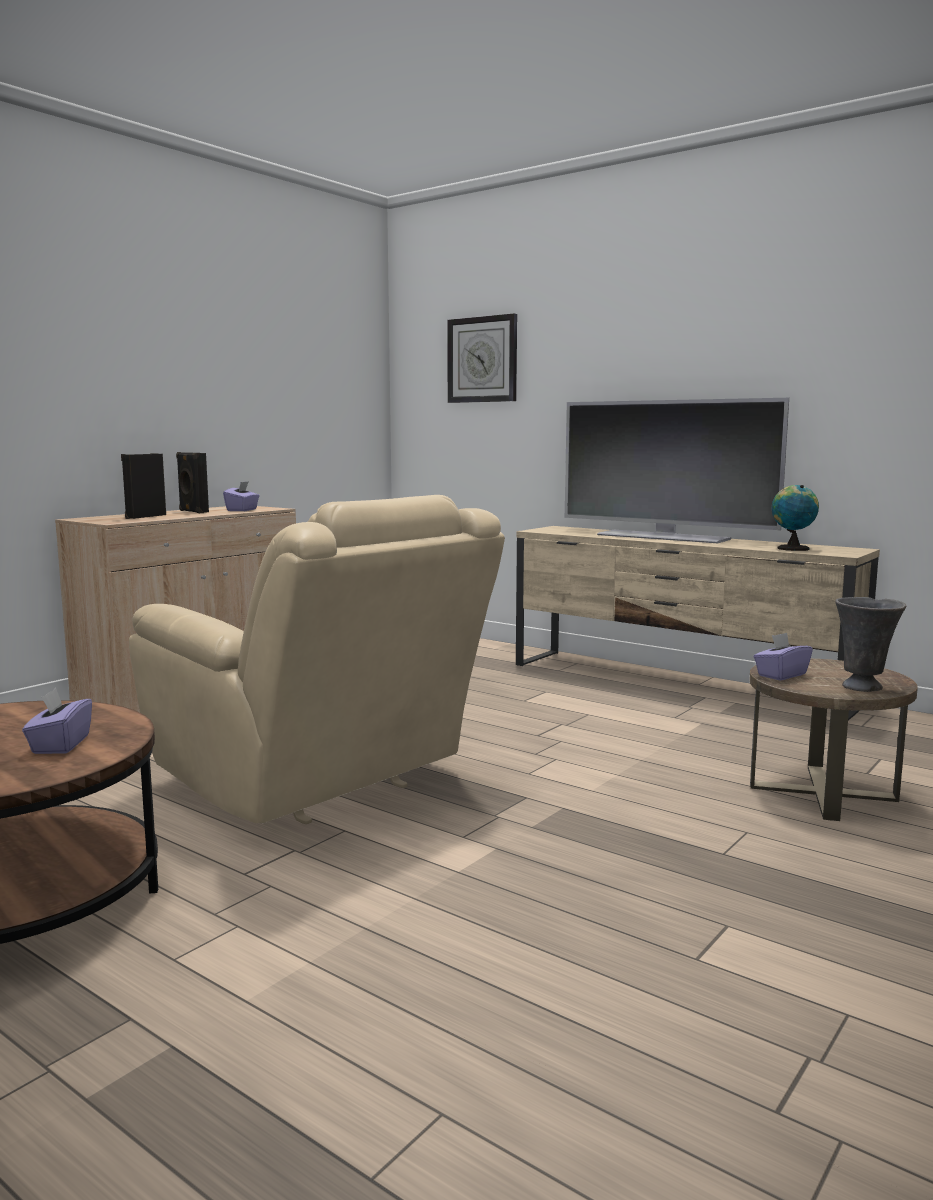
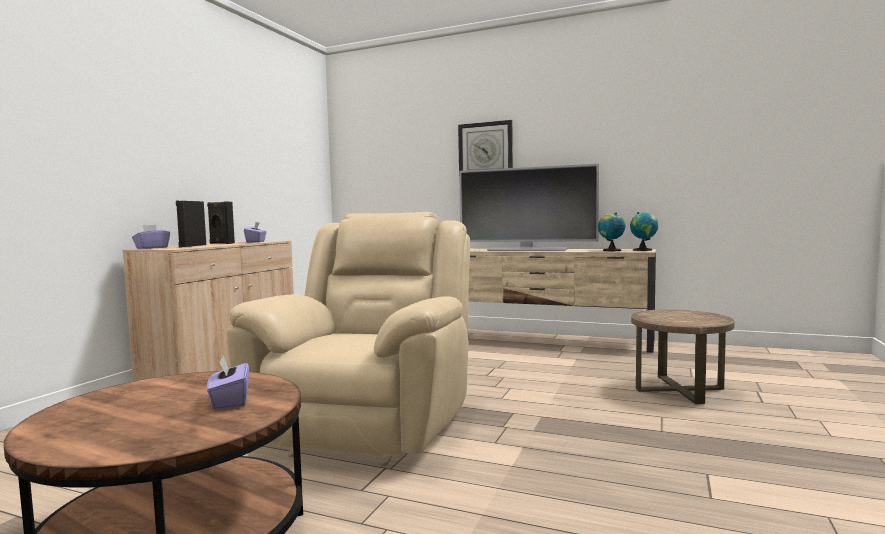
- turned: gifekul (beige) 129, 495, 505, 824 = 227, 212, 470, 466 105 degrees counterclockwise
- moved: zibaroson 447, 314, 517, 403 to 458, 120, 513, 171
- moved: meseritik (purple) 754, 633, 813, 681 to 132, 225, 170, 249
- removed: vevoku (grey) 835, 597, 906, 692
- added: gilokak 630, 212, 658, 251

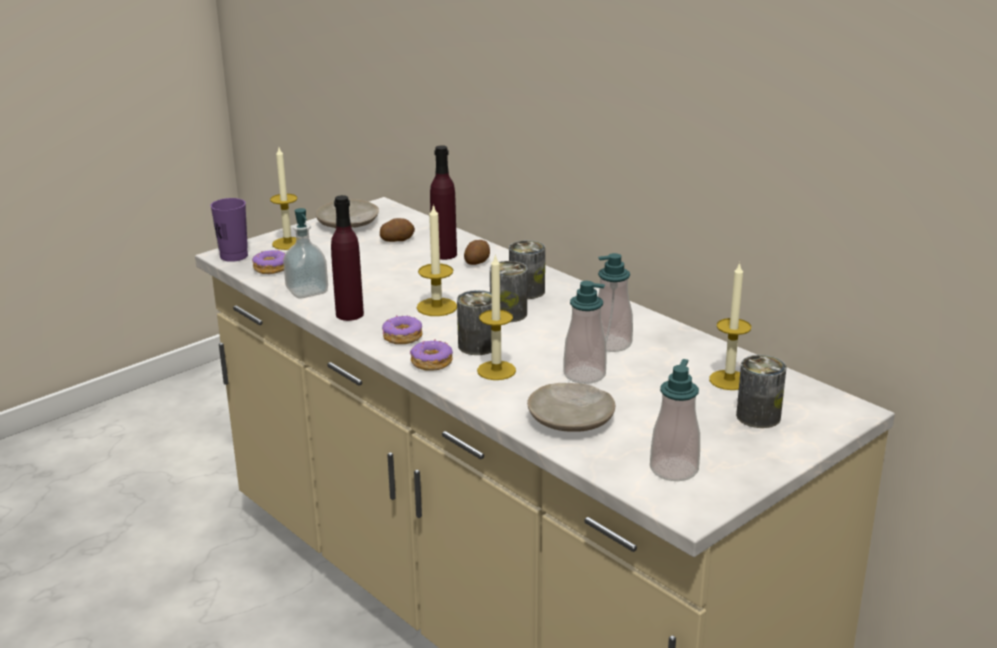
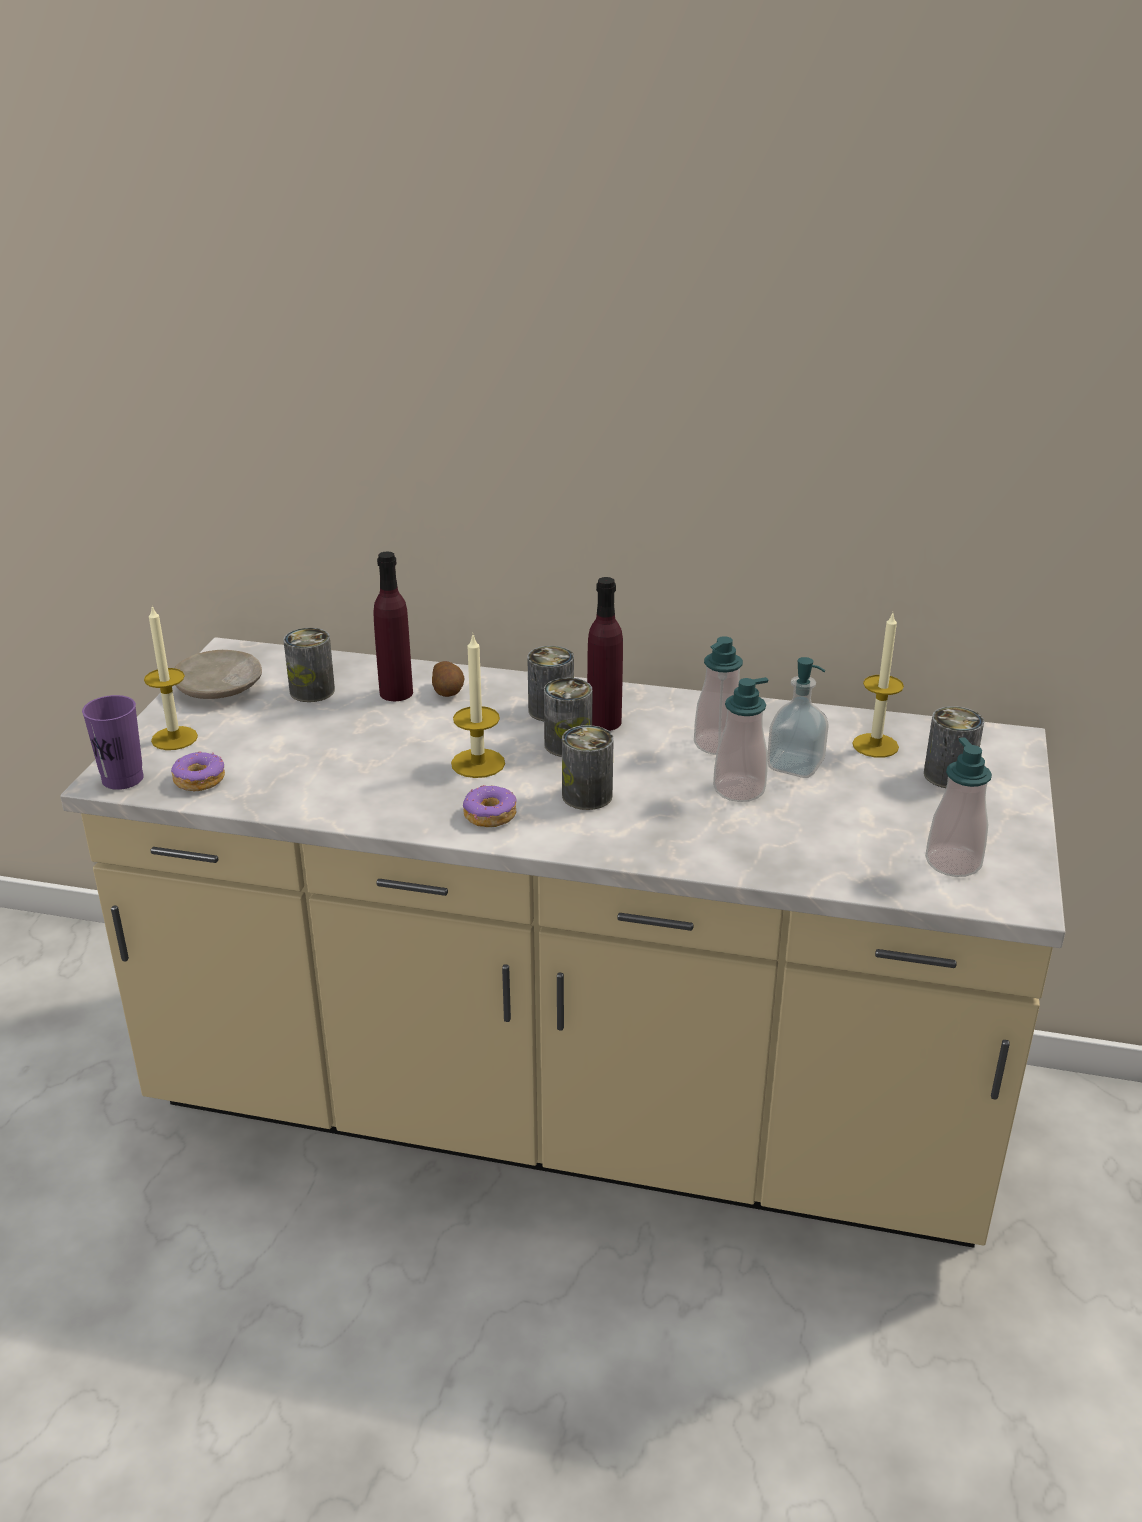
- moved: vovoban 283, 208, 328, 298 to 768, 657, 829, 778
- moved: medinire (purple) 331, 195, 364, 321 to 587, 577, 623, 731
- replaced: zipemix 380, 218, 415, 242 to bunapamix 284, 628, 335, 702
- removed: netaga 410, 339, 453, 371
- removed: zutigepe 477, 254, 516, 380
- removed: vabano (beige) 527, 383, 615, 432

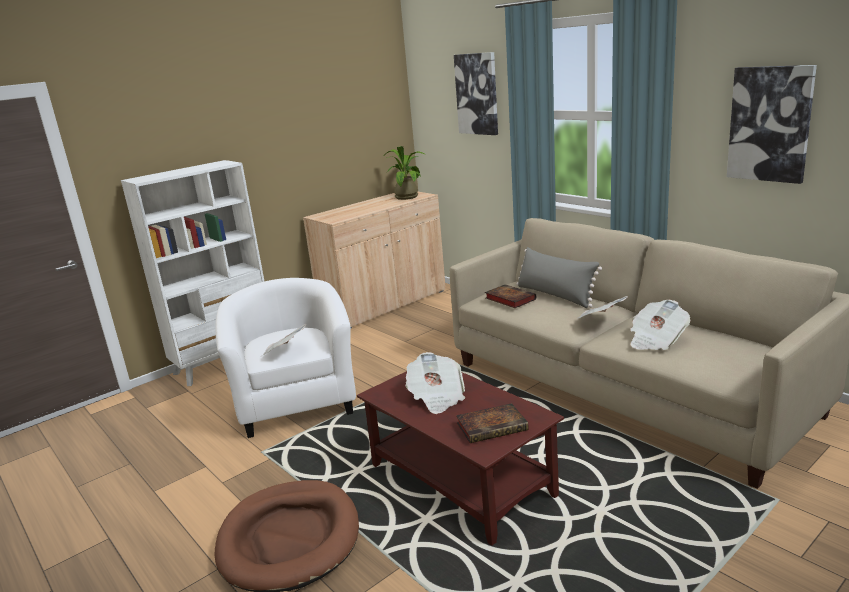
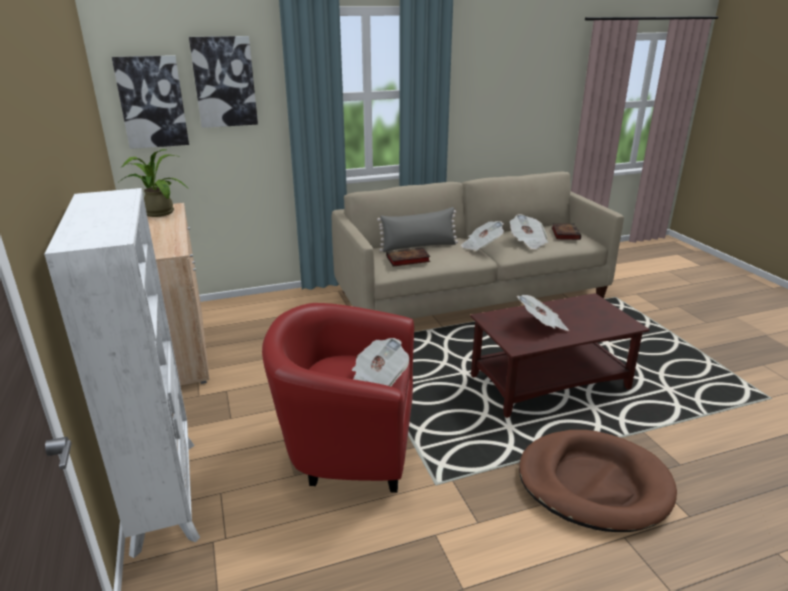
- recoloured: gifekul (white) 215, 278, 356, 438 to gifekul (red) 262, 303, 414, 493
- moved: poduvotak 456, 403, 529, 443 to 552, 223, 581, 240
- moved: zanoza 727, 65, 817, 184 to 112, 55, 189, 149

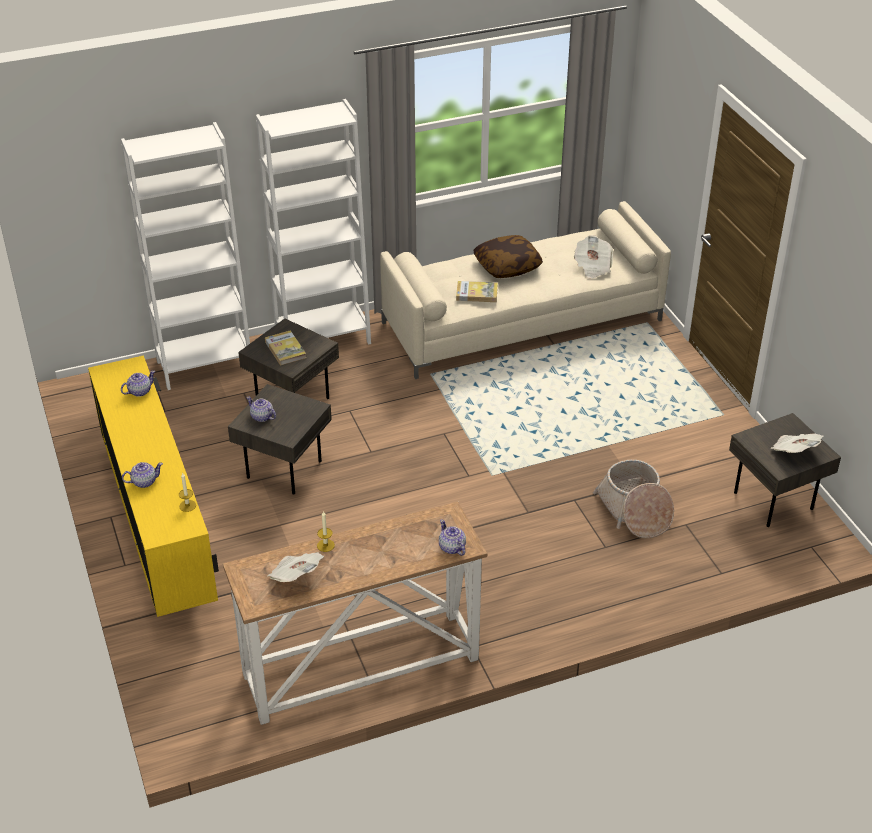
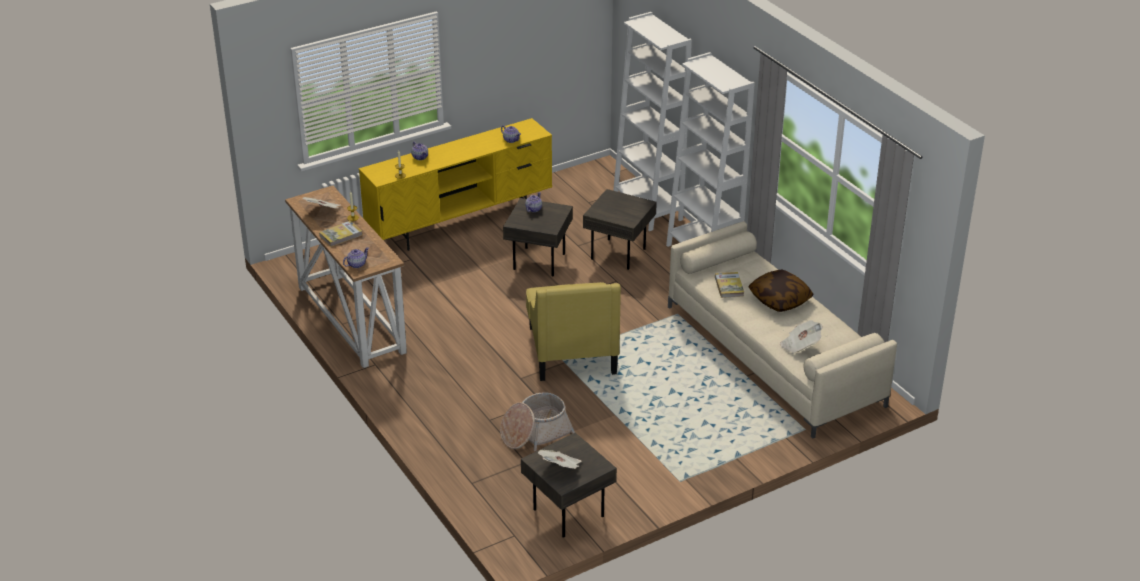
- moved: poduvotak 265, 330, 306, 365 to 319, 221, 362, 247
- added: gifekul (yellow) 526, 282, 621, 381

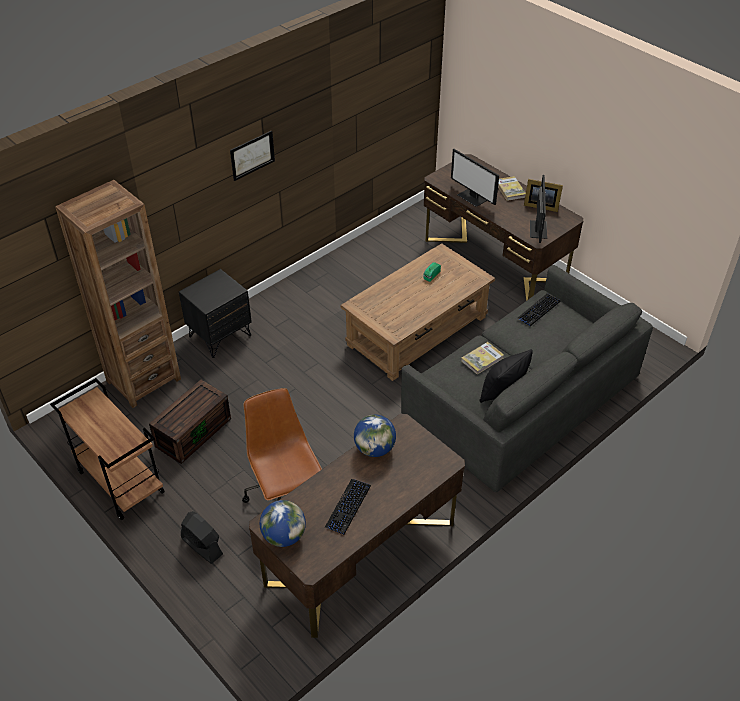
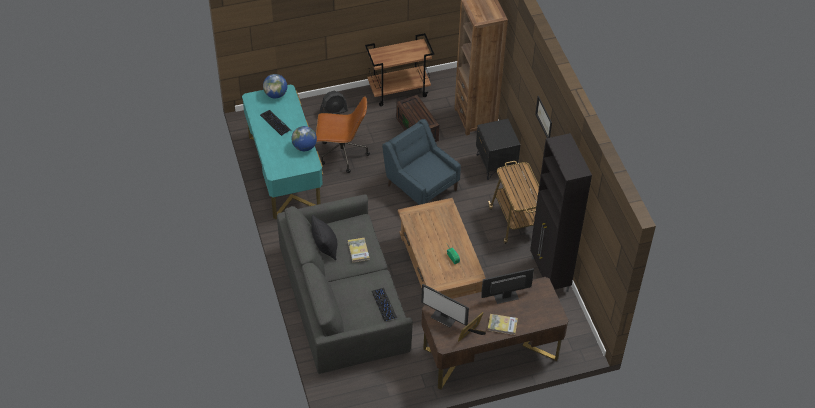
- recoloured: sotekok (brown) 249, 414, 465, 638 to sotekok (turquoise) 242, 84, 323, 219
- added: gifekul (blue) 382, 119, 461, 205
- added: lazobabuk 488, 161, 539, 244
- added: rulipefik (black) 530, 133, 592, 292

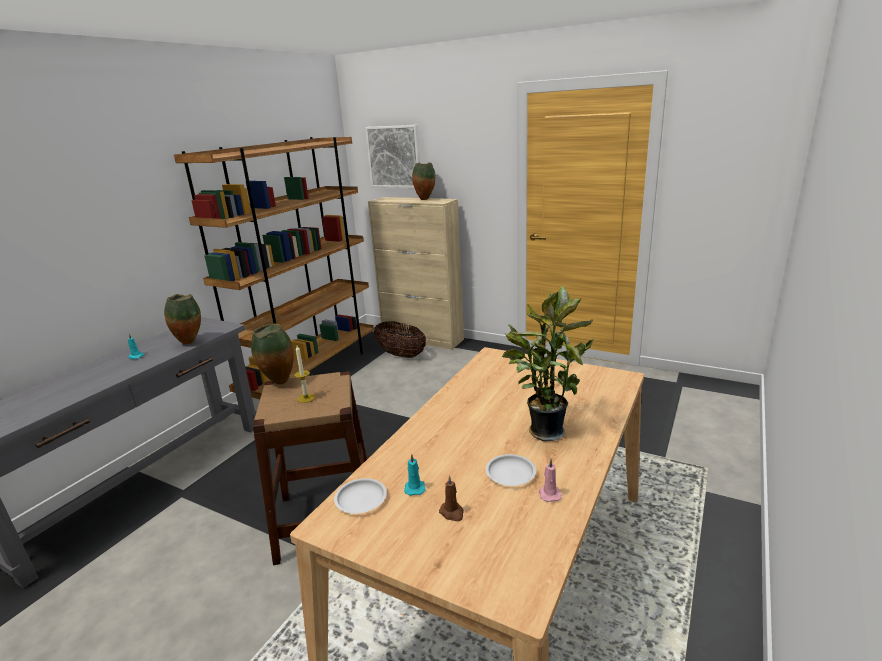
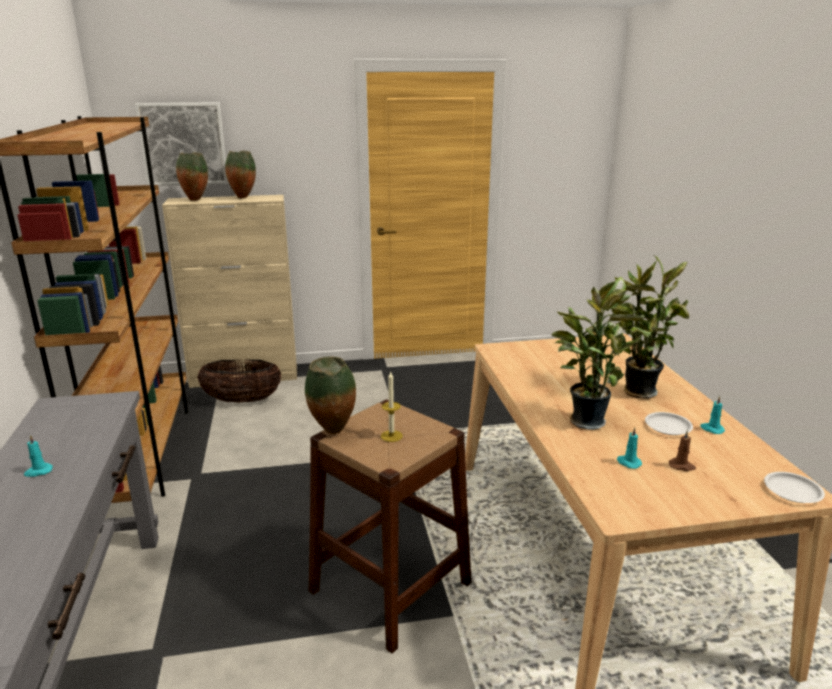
- moved: vevoku 164, 294, 201, 345 to 176, 152, 208, 201
- moved: vabano (white) 334, 478, 387, 514 to 764, 472, 825, 503
- recoloured: zutigepe (pink) 539, 459, 563, 502 to zutigepe (turquoise) 700, 396, 725, 434
- added: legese 552, 277, 646, 430

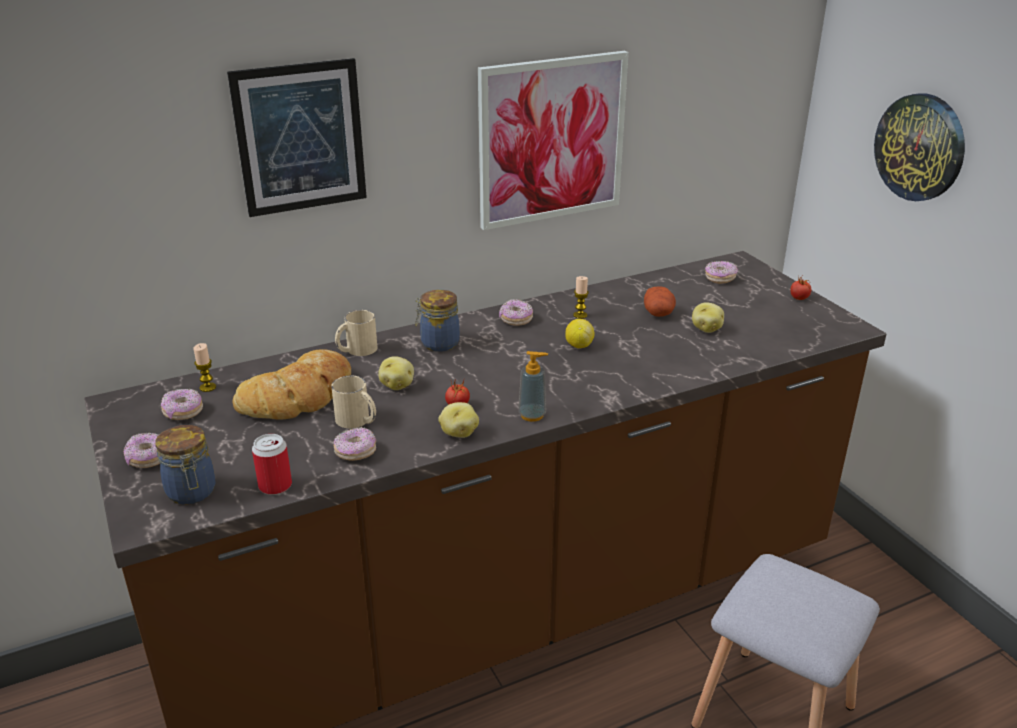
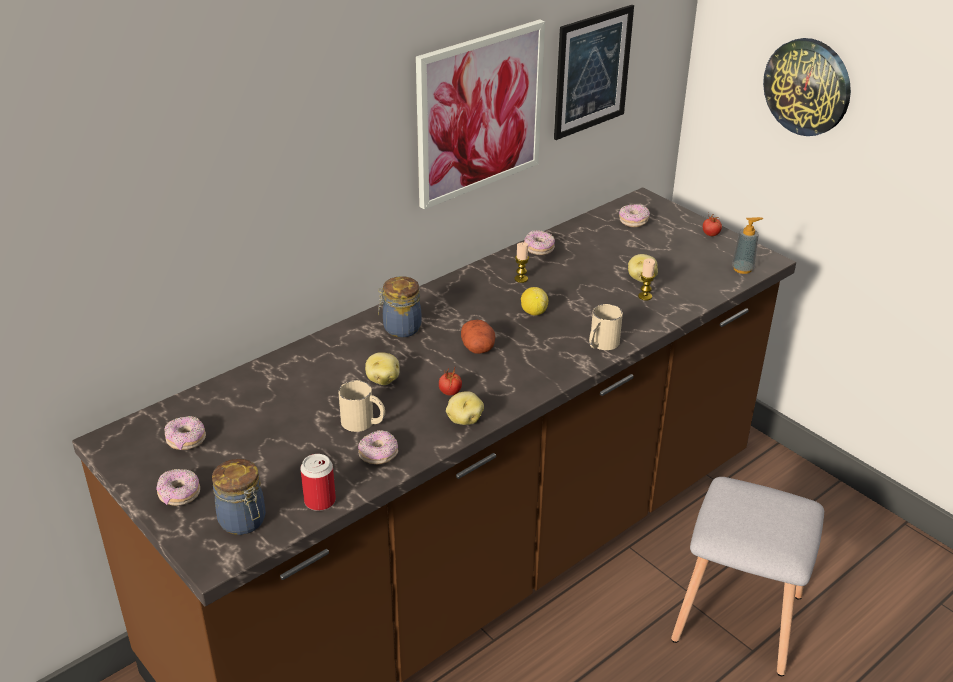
- moved: zutigepe 193, 343, 216, 392 to 638, 258, 655, 301
- moved: zanoza 227, 58, 367, 217 to 554, 5, 634, 140
- removed: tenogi 233, 349, 351, 420
- moved: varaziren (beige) 335, 310, 378, 356 to 589, 304, 623, 350
- moved: netaga 499, 299, 533, 326 to 524, 230, 555, 255
- moved: vovoban 518, 351, 548, 422 to 732, 217, 763, 274
- moved: zipemix 644, 287, 676, 317 to 461, 320, 495, 354

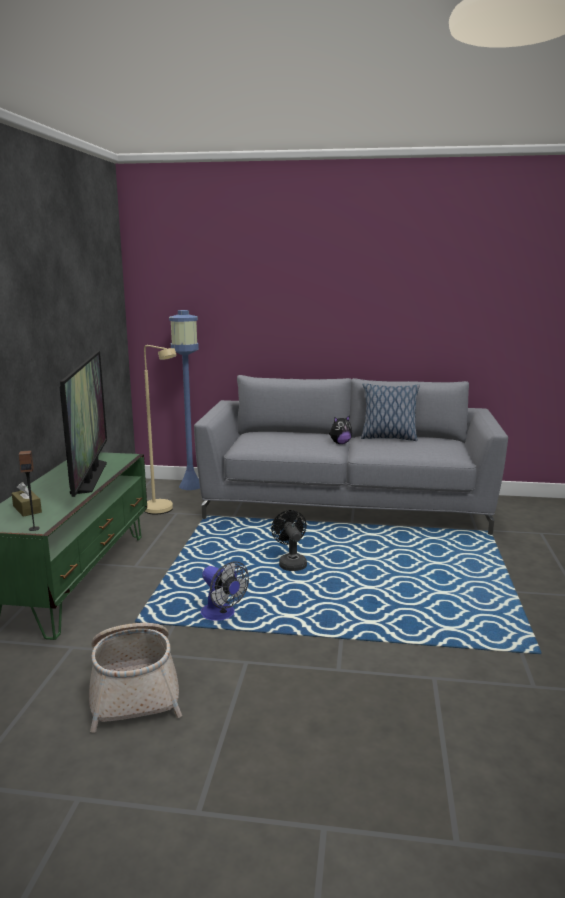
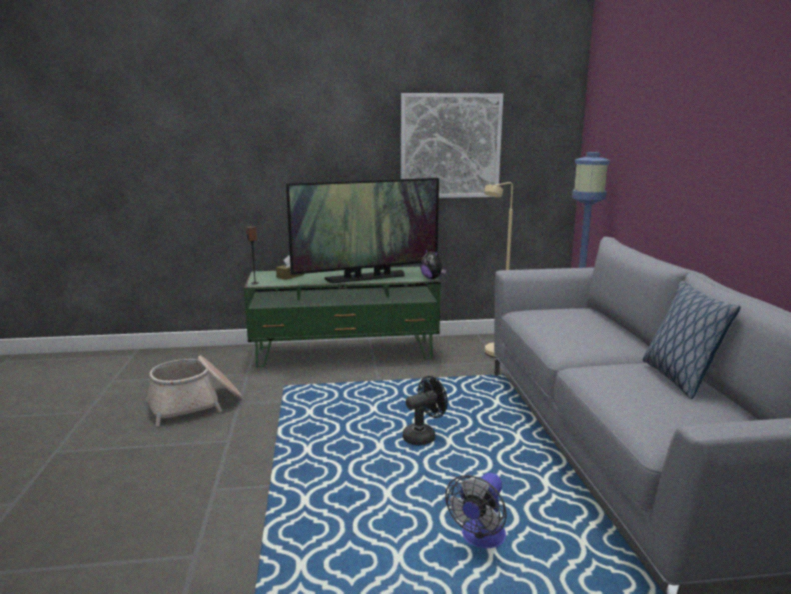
- moved: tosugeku 201, 561, 249, 621 to 445, 473, 507, 548
- moved: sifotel 329, 415, 352, 444 to 420, 248, 446, 279
- added: zanoza 401, 93, 503, 198

